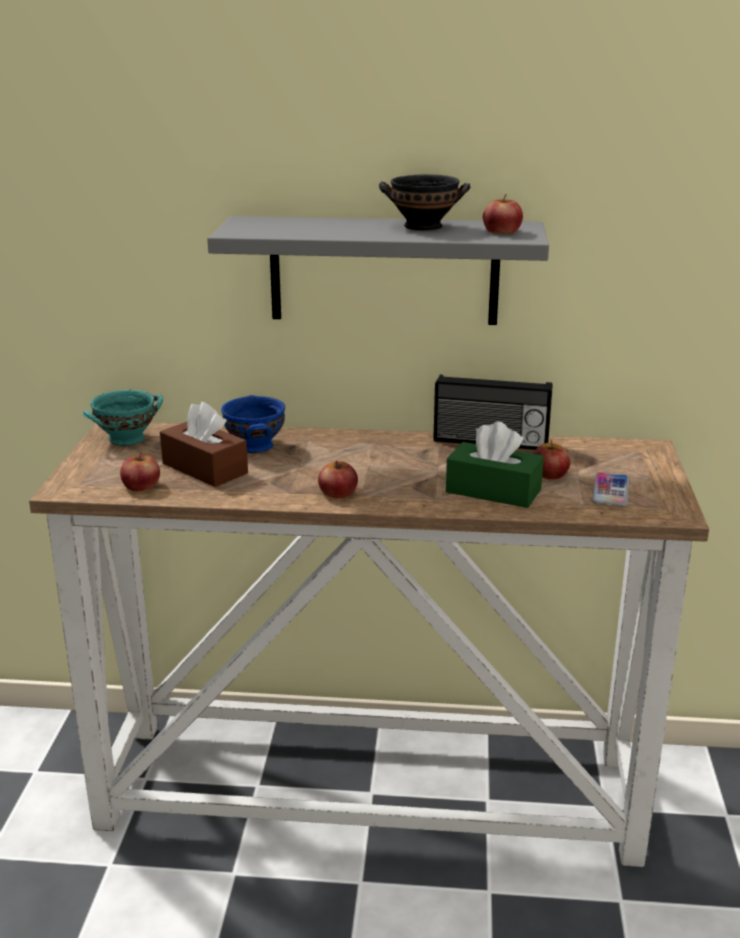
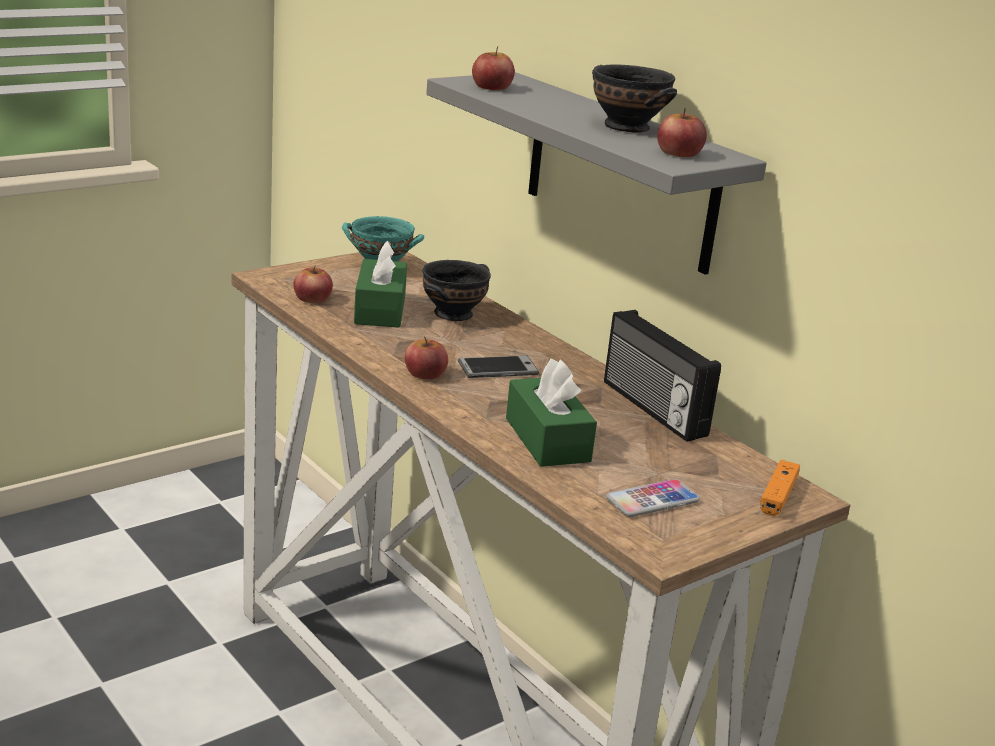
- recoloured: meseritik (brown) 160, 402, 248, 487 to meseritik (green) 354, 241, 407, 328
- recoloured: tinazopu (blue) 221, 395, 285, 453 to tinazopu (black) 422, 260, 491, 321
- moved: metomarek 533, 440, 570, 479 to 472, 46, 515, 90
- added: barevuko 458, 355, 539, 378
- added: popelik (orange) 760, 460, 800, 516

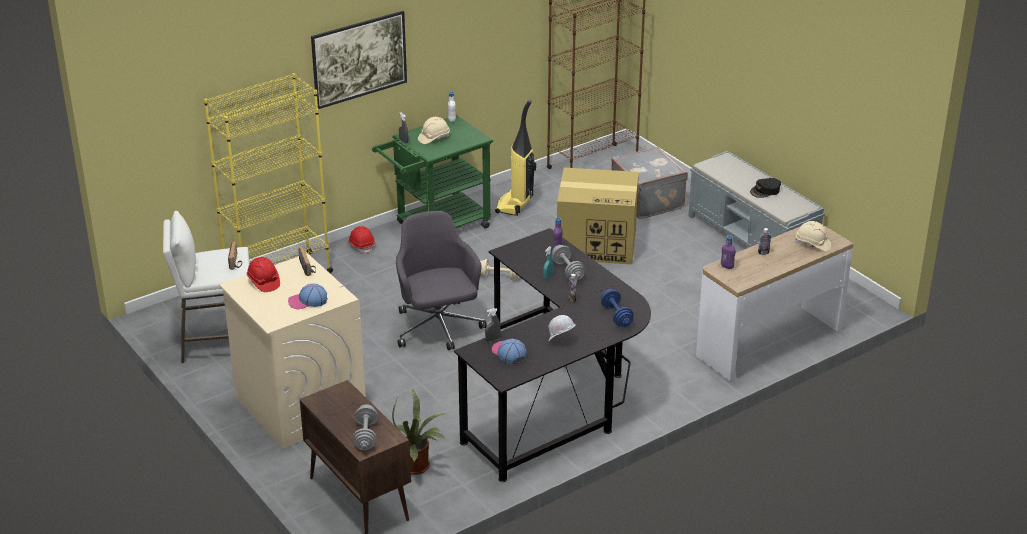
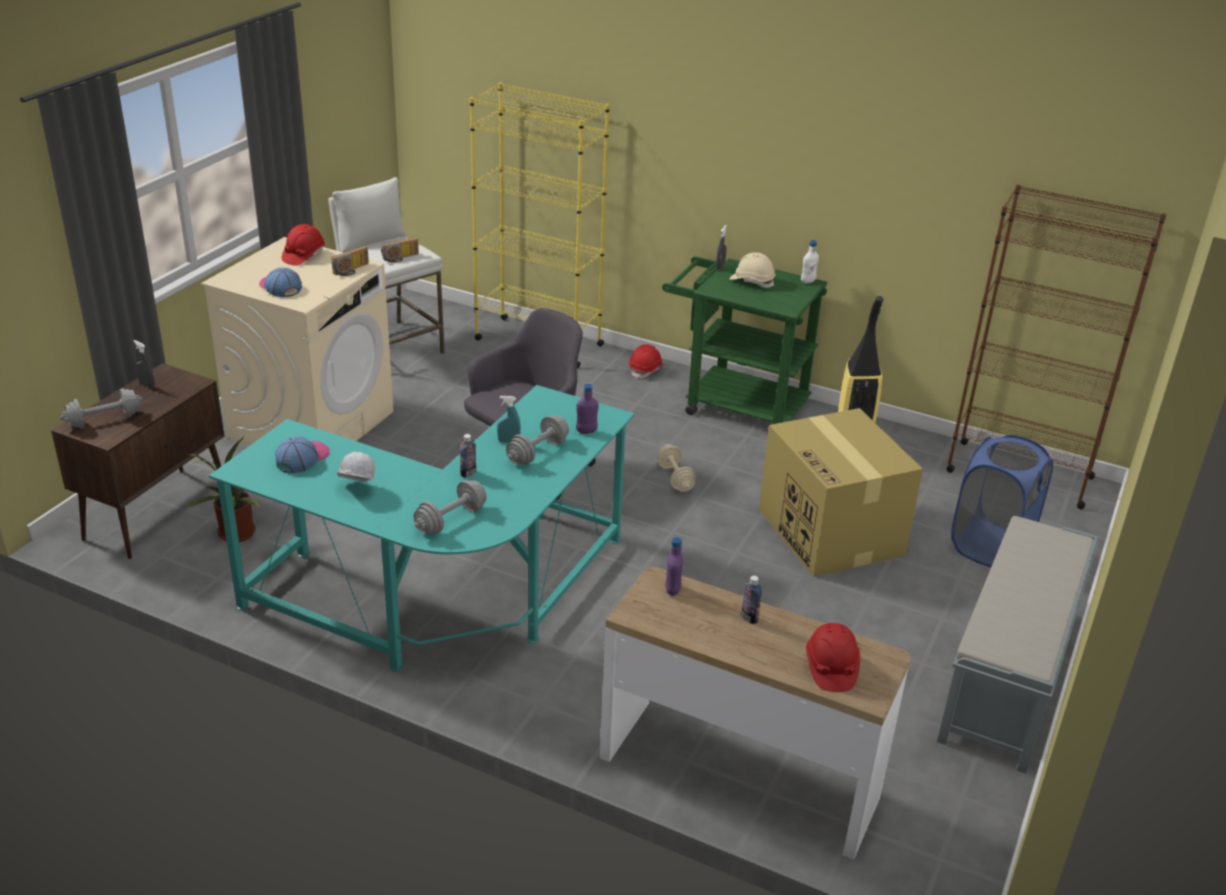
- removed: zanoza 311, 11, 407, 109
- recoloured: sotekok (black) 454, 228, 651, 482 to sotekok (turquoise) 209, 385, 635, 672
- moved: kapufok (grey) 485, 308, 500, 342 to 133, 340, 155, 388
- recoloured: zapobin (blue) 601, 289, 634, 328 to zapobin (grey) 413, 480, 487, 534
- replaced: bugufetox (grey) 612, 147, 688, 219 to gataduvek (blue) 951, 435, 1053, 567
- removed: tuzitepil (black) 750, 178, 781, 198
- recoloured: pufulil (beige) 795, 221, 831, 251 to pufulil (red) 806, 623, 860, 692

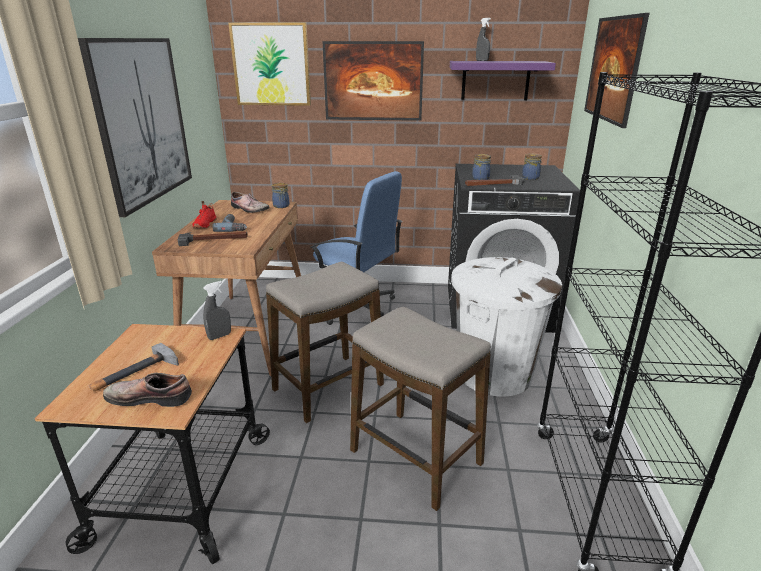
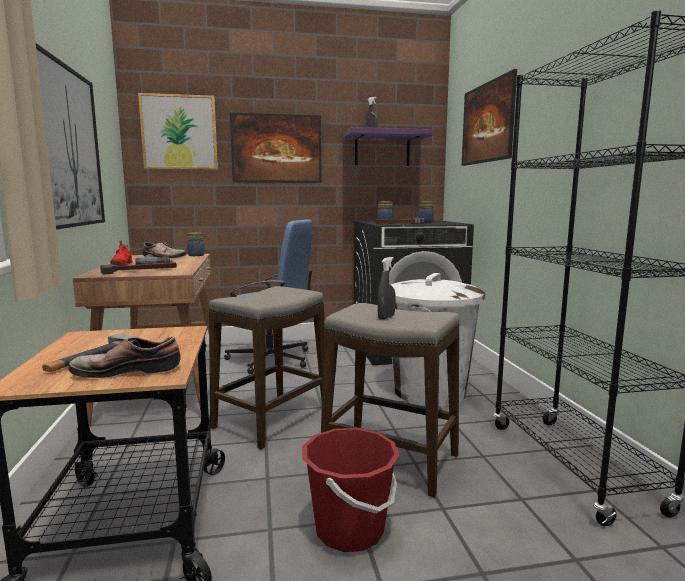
- moved: kapufok (grey) 203, 281, 231, 340 to 378, 257, 396, 320
- added: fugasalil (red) 302, 428, 399, 552

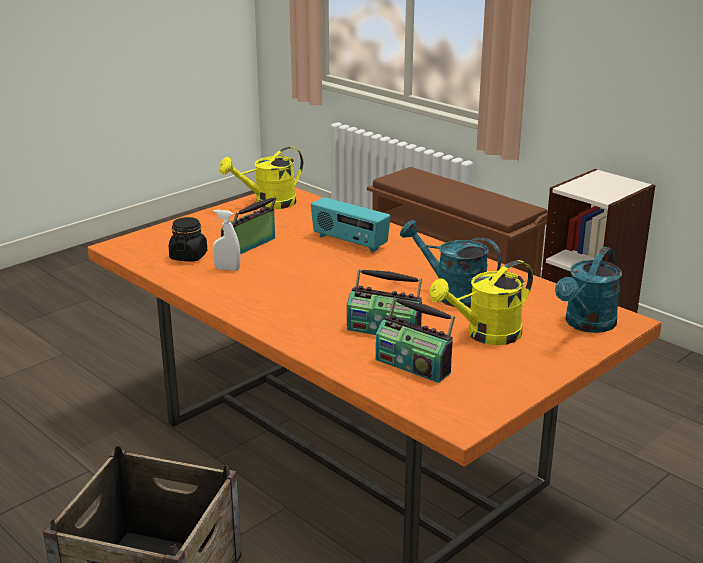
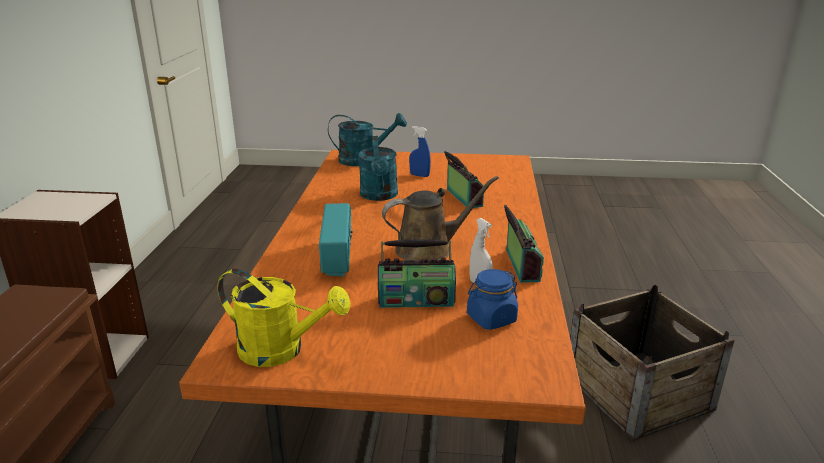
- recoloured: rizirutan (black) 169, 217, 207, 261 to rizirutan (blue) 467, 269, 518, 330
- moved: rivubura 376, 297, 455, 383 to 504, 205, 544, 283
- replaced: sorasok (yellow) 429, 260, 533, 345 to kapufok (blue) 409, 126, 431, 177
- added: sorasok (brown) 382, 176, 499, 261

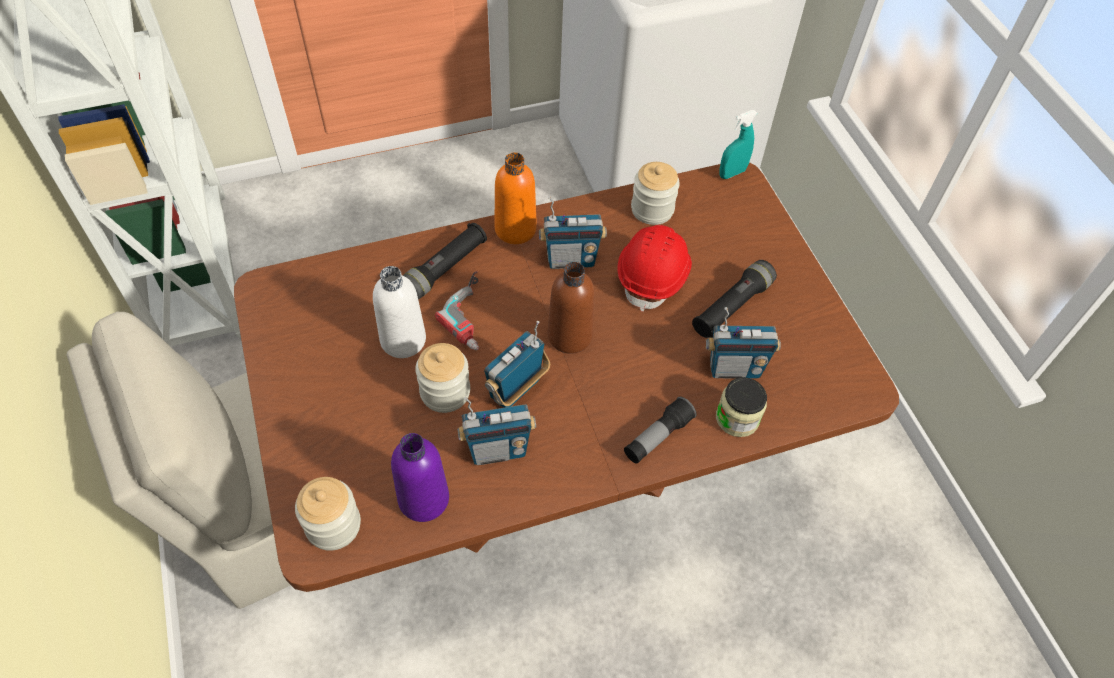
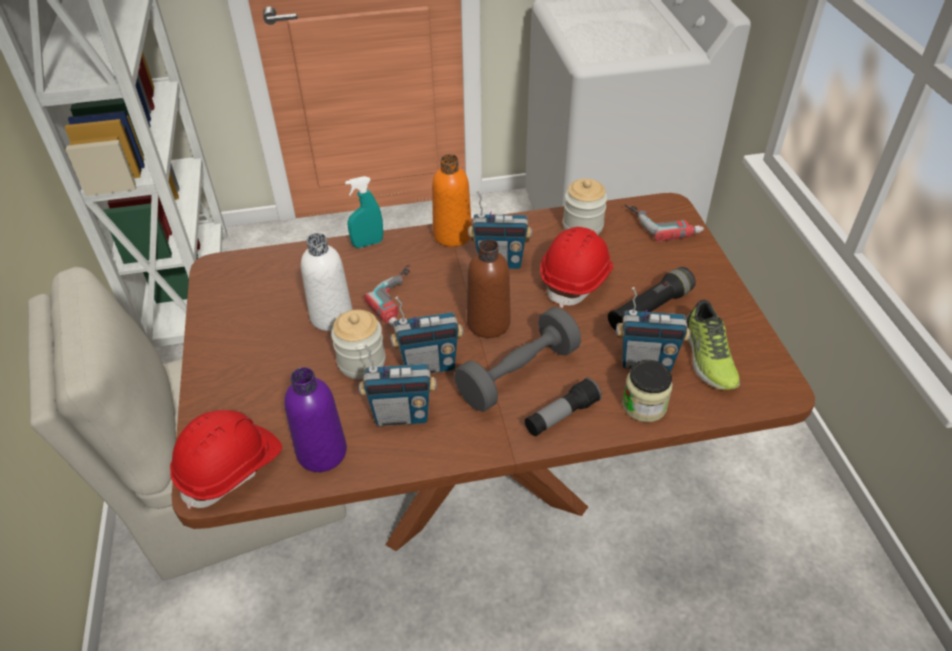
- replaced: rizirutan 295, 477, 361, 551 to pufulil (red) 170, 410, 282, 509
- removed: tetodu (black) 403, 223, 487, 299
- turned: rivubura 484, 321, 550, 408 = 390, 297, 463, 373 150 degrees counterclockwise
- moved: kapufok (turquoise) 719, 110, 757, 179 to 345, 176, 383, 248
- added: zapobin (grey) 454, 307, 581, 412
- added: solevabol 625, 204, 704, 242
- added: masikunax 686, 300, 740, 390

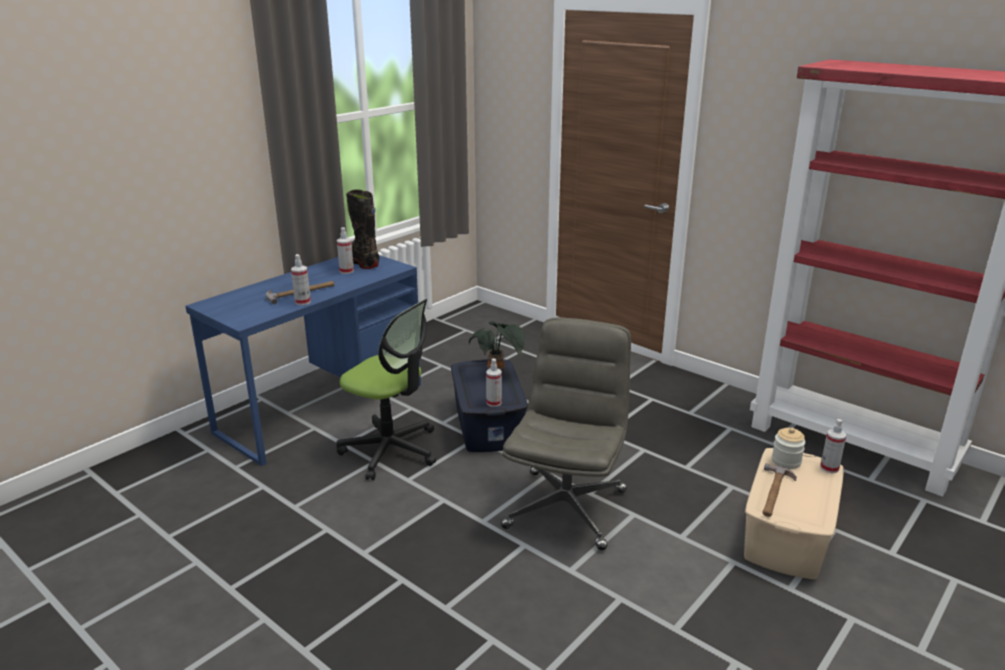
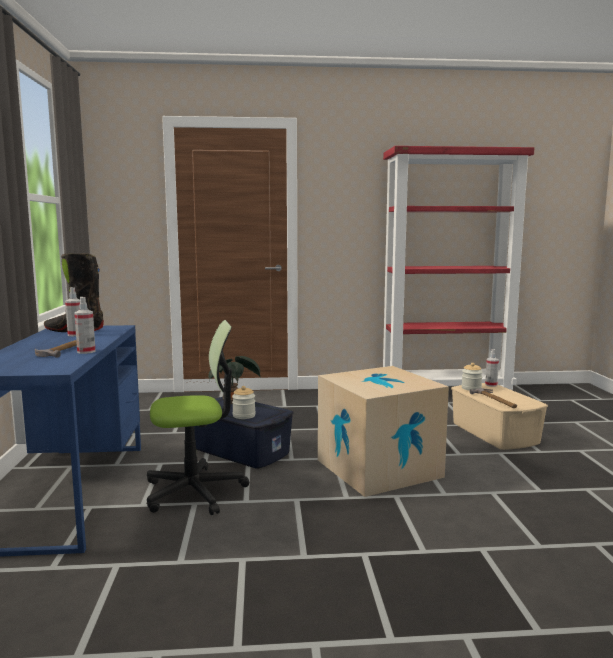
- removed: kapufok 486, 359, 502, 407
- replaced: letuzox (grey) 501, 317, 631, 550 to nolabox 318, 366, 449, 497
- added: rizirutan 232, 386, 256, 419

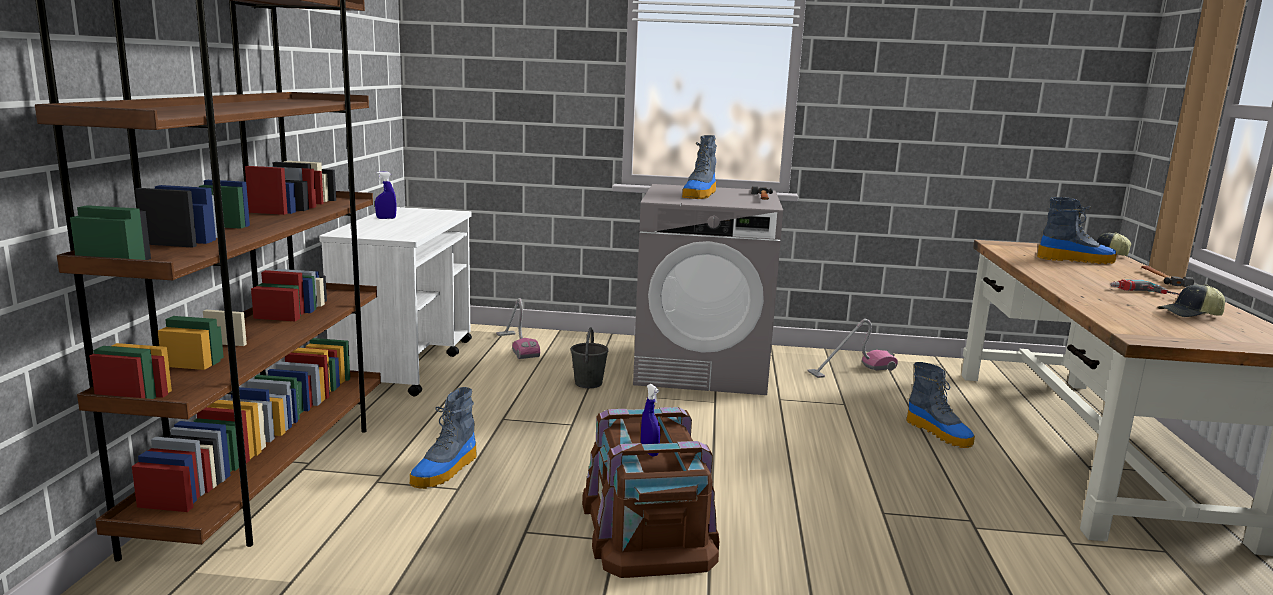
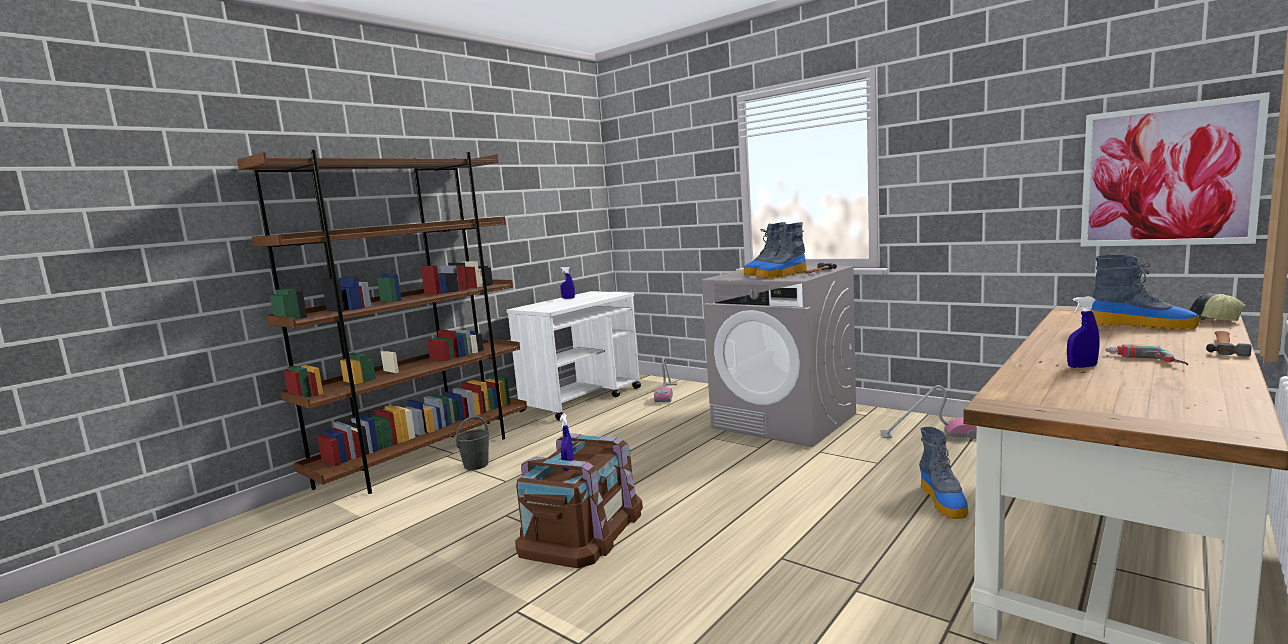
- moved: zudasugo 409, 387, 477, 489 to 756, 222, 807, 279
- moved: fugasalil (grey) 571, 327, 609, 388 to 455, 416, 489, 470
- removed: tuzitepil 1158, 284, 1225, 317
- added: kapufok (blue) 1067, 296, 1100, 368
- added: zanoza 1081, 92, 1270, 247

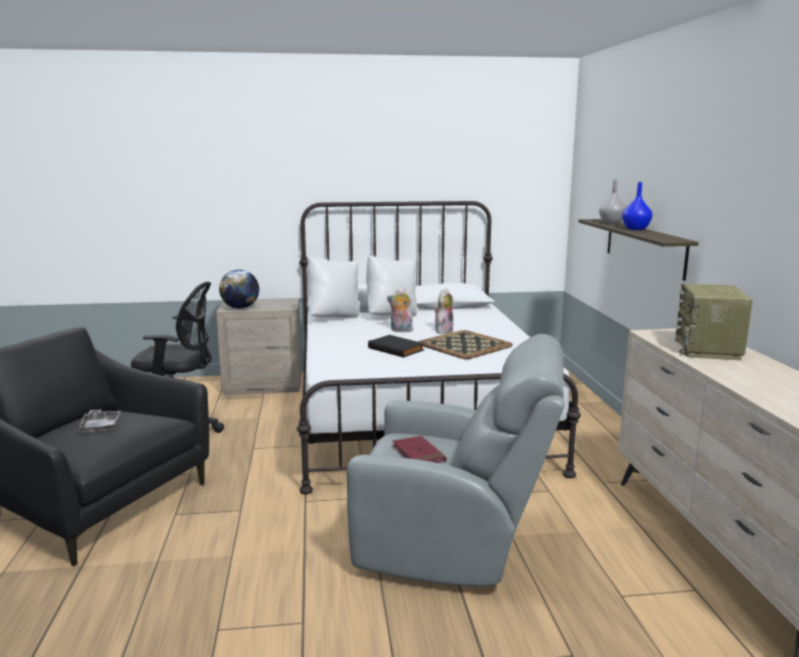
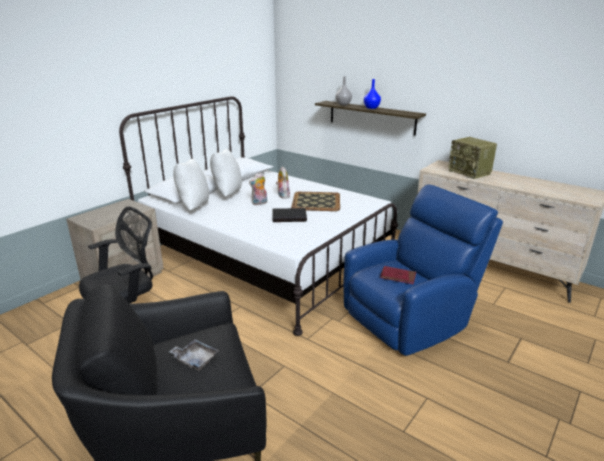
- removed: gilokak 219, 269, 259, 309
- recoloured: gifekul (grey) 347, 334, 565, 587 to gifekul (blue) 344, 184, 503, 356

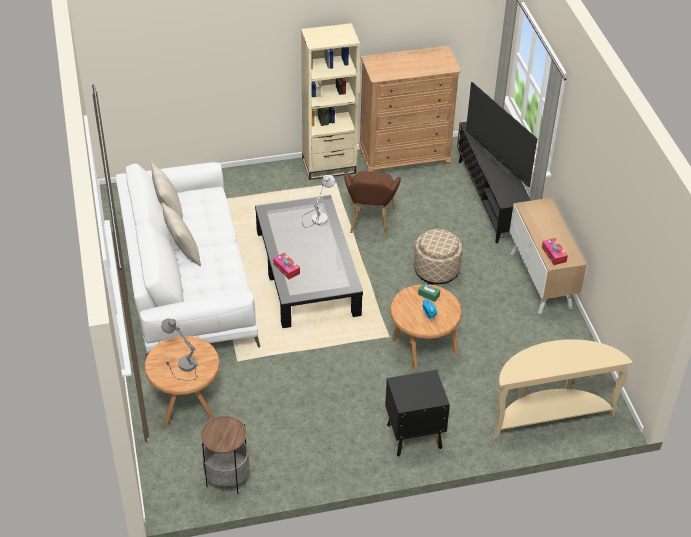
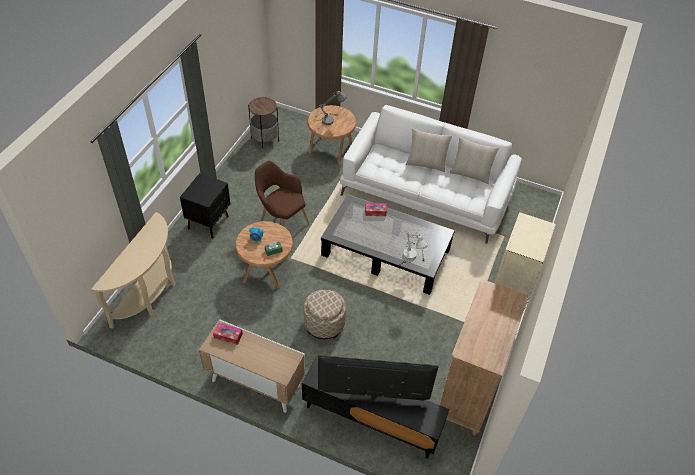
- moved: gifekul (brown) 344, 171, 401, 237 to 255, 161, 309, 226

